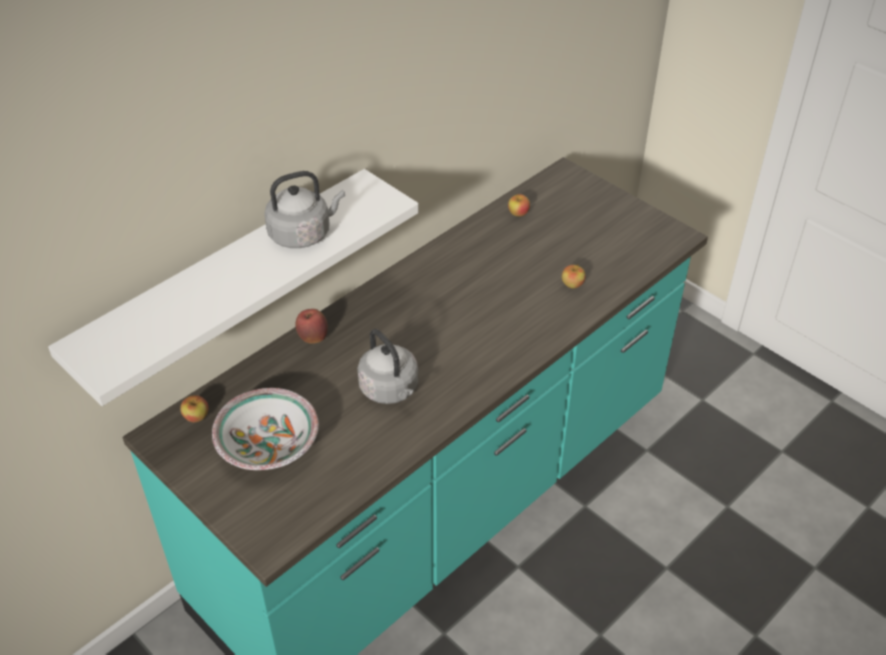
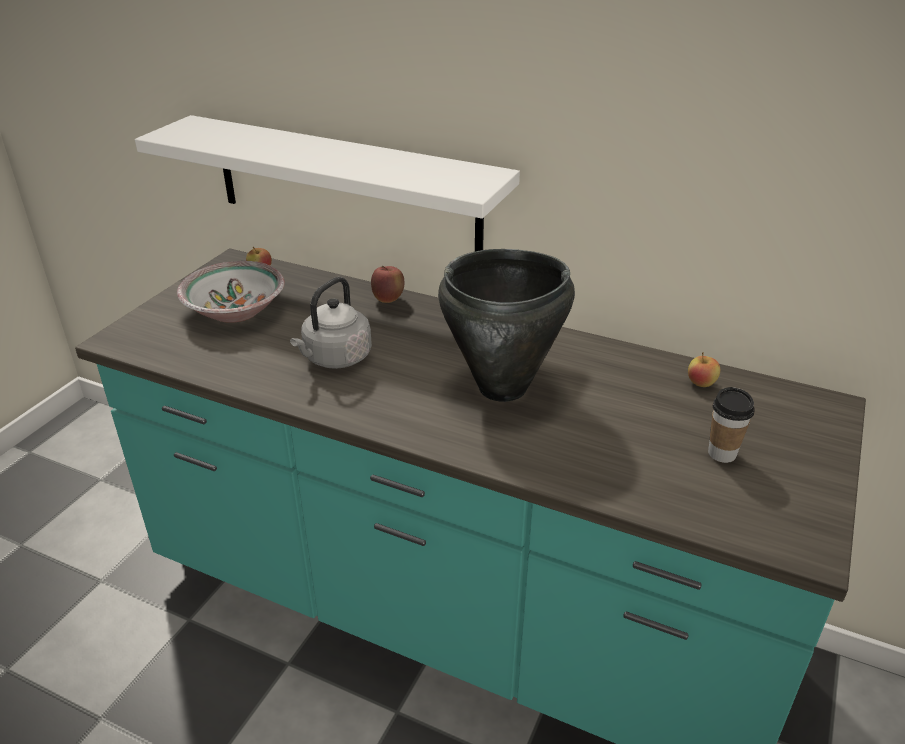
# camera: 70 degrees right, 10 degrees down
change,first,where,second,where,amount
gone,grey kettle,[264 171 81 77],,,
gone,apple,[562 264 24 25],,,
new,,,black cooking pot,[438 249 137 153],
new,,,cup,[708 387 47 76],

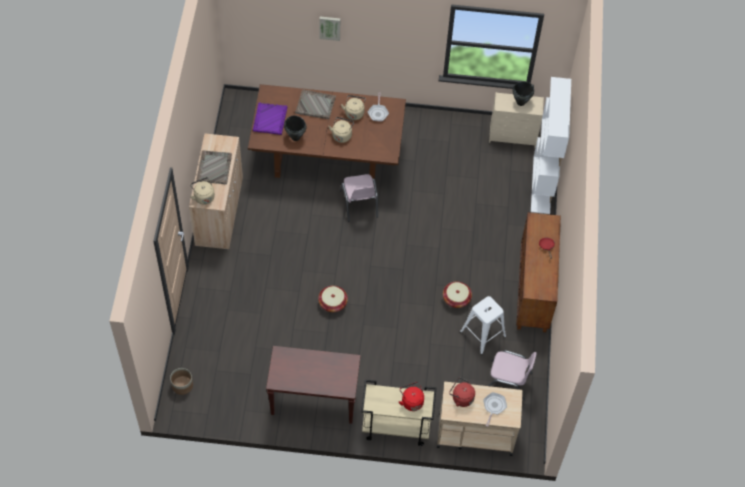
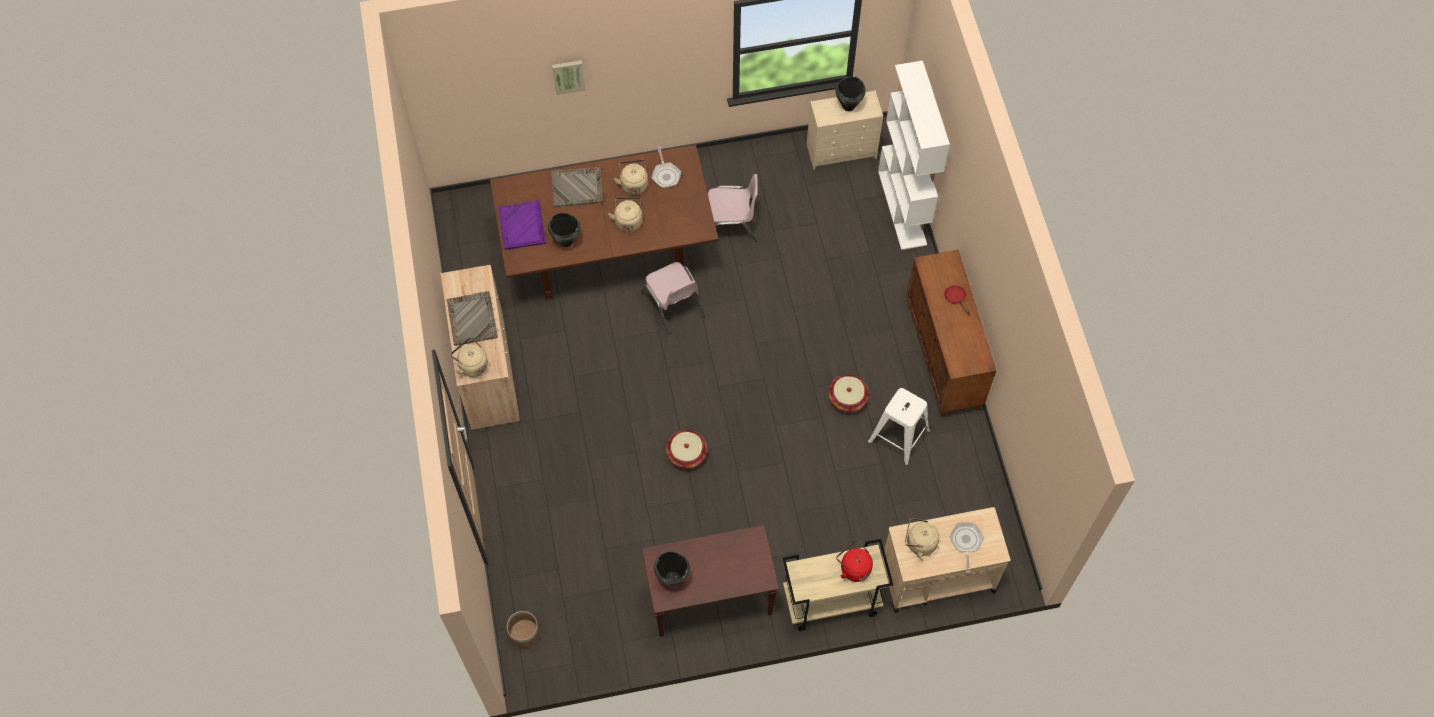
# camera: 15 degrees left, 5 degrees up
change,first,where,second,where,amount
repainted,red kettle,[449 378 26 29],beige kettle,[905 518 34 40],
shifted,pink chair,[487 350 50 51],,[708 174 50 68],
new,,,black cooking pot,[654 551 36 35],

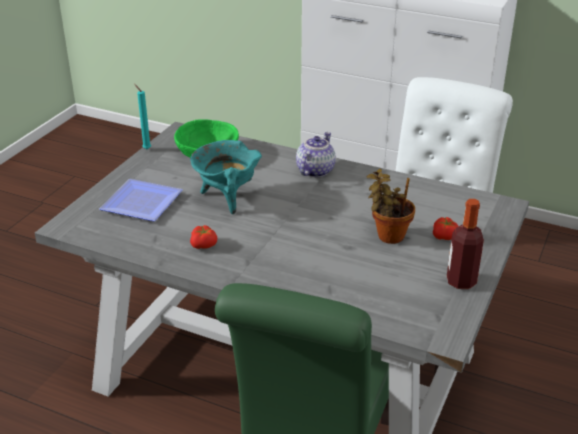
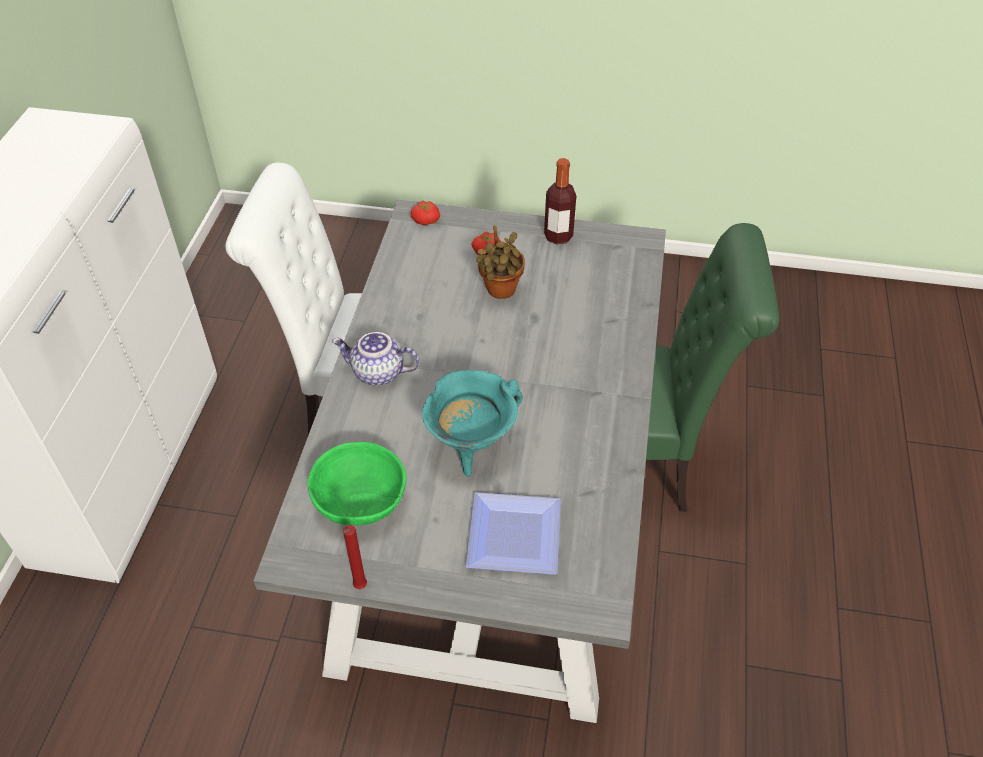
# camera: 105 degrees left, 15 degrees up
change,first,where,second,where,amount
repainted,turquoise candle,[135 84 16 65],red candle,[342 525 25 64],
shifted,tomato,[190 225 27 24],,[410 201 30 24],

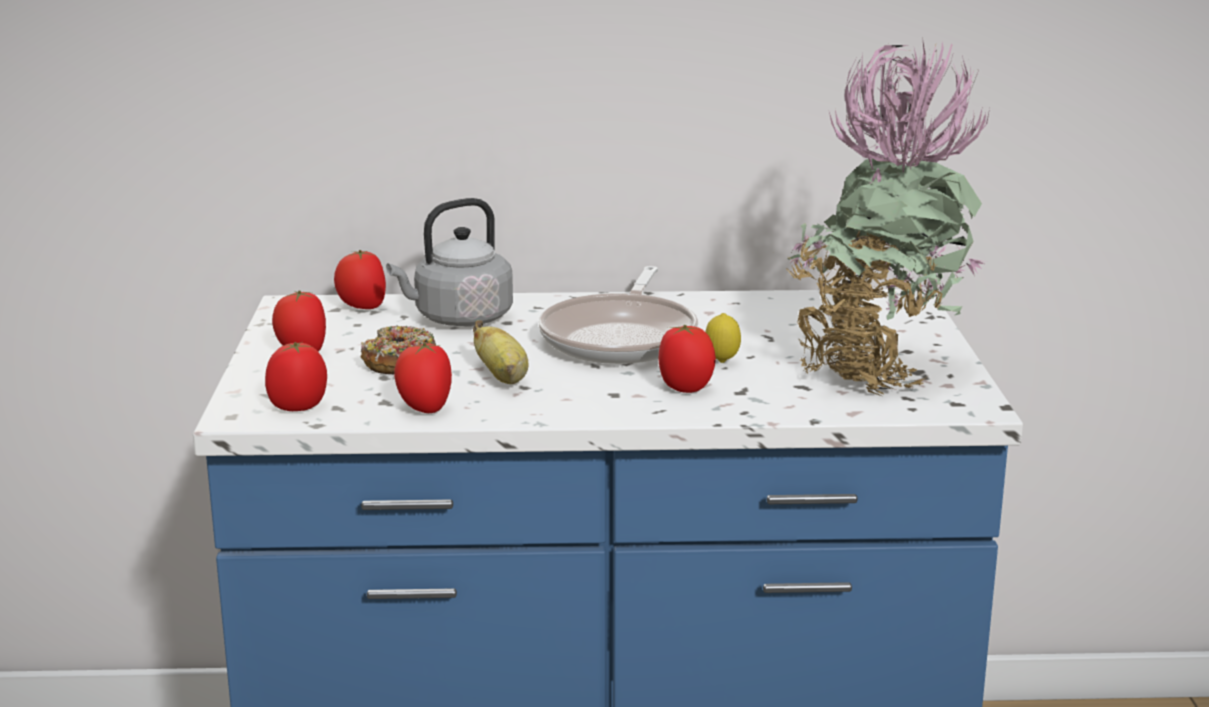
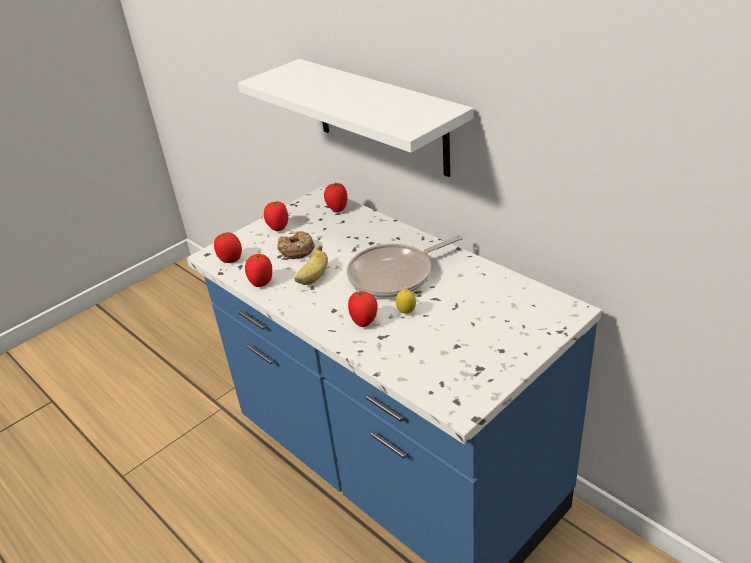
# camera: 50 degrees right, 15 degrees up
change,first,where,second,where,amount
gone,grey kettle,[386 198 127 128],,,
gone,potted plant,[787 42 203 354],,,
new,,,white shelf,[238 59 235 118],

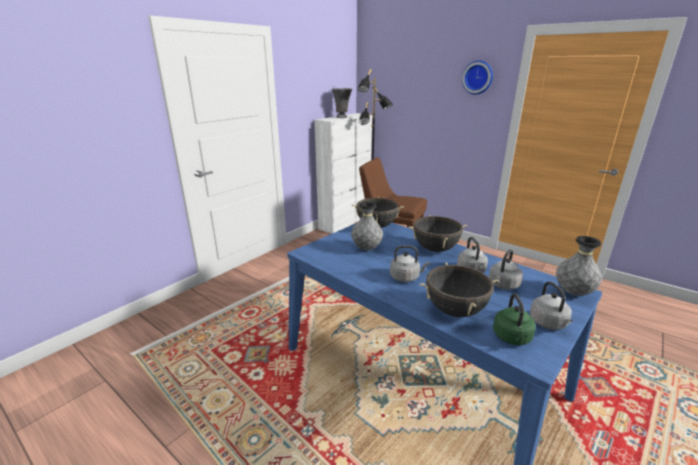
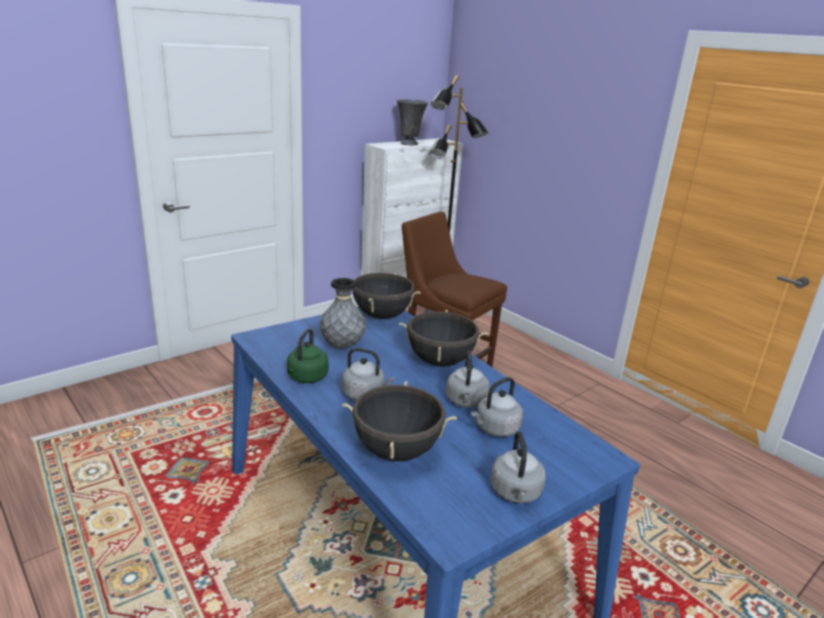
# camera: 10 degrees right, 0 degrees up
change,first,where,second,where,amount
gone,wall clock,[462 60 31 35],,,
shifted,green kettle,[493 293 43 52],,[287 328 41 55],
gone,grey vase,[556 236 46 60],,,

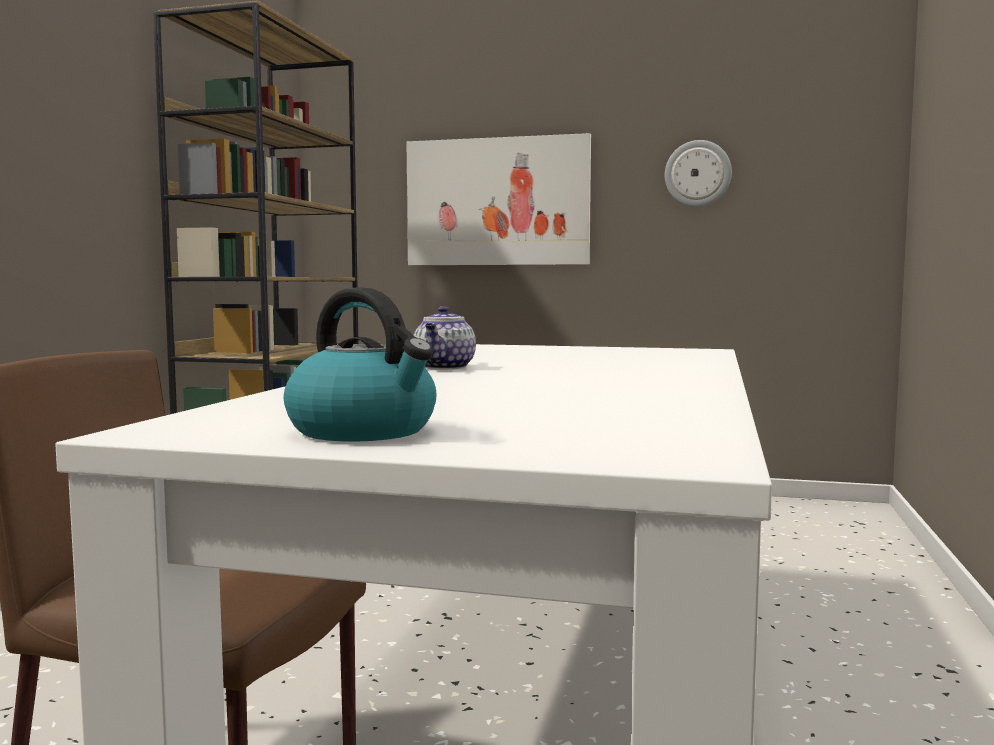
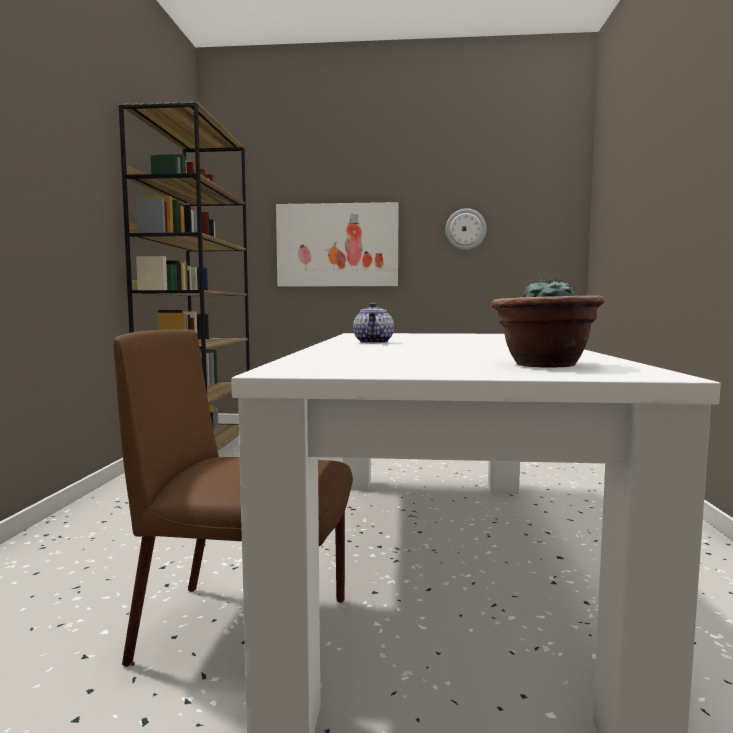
# camera: 10 degrees left, 0 degrees up
change,first,where,second,where,amount
gone,kettle,[284 287 153 155],,,
new,,,potted plant,[491 278 114 90],

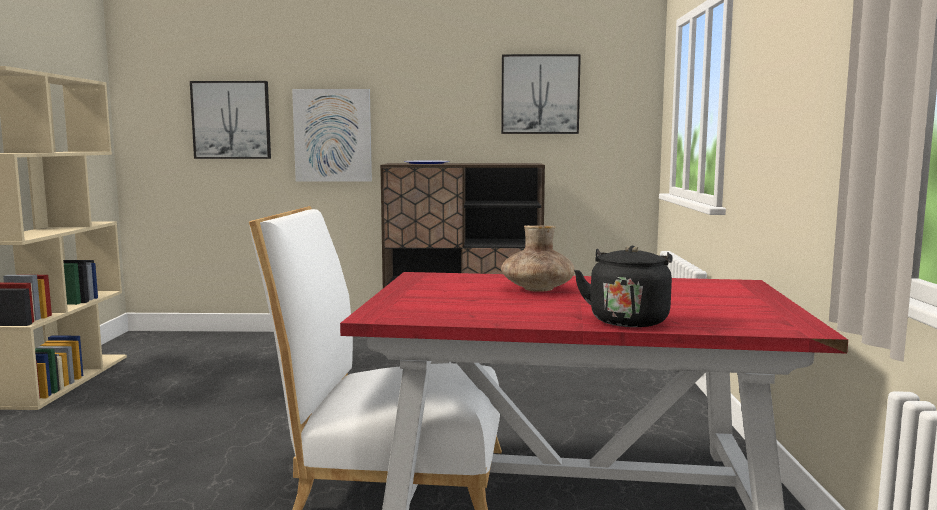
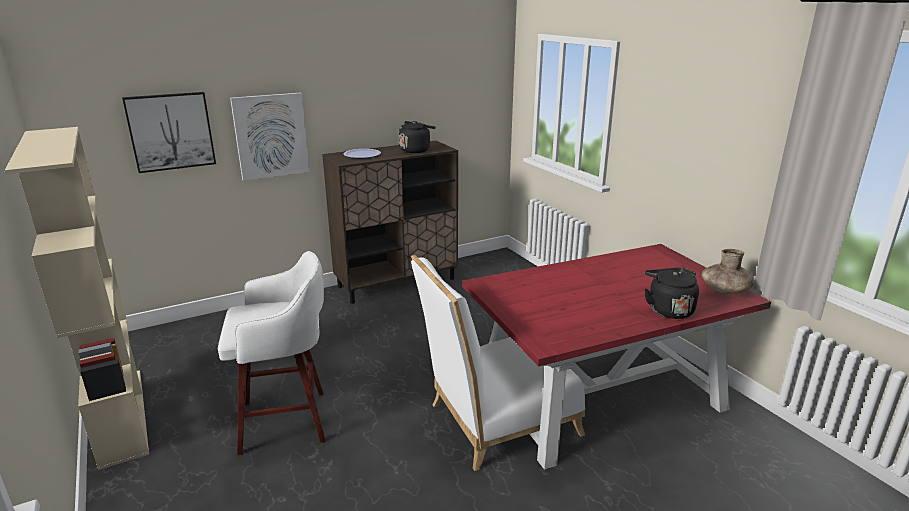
# camera: 30 degrees left, 15 degrees up
change,first,where,second,where,amount
gone,picture,[501 54 80 80],,,
shifted,brown vase,[501 225 74 67],,[702 249 52 45],
new,,,white stool,[218 251 108 204],
new,,,black kettle,[399 121 37 32],

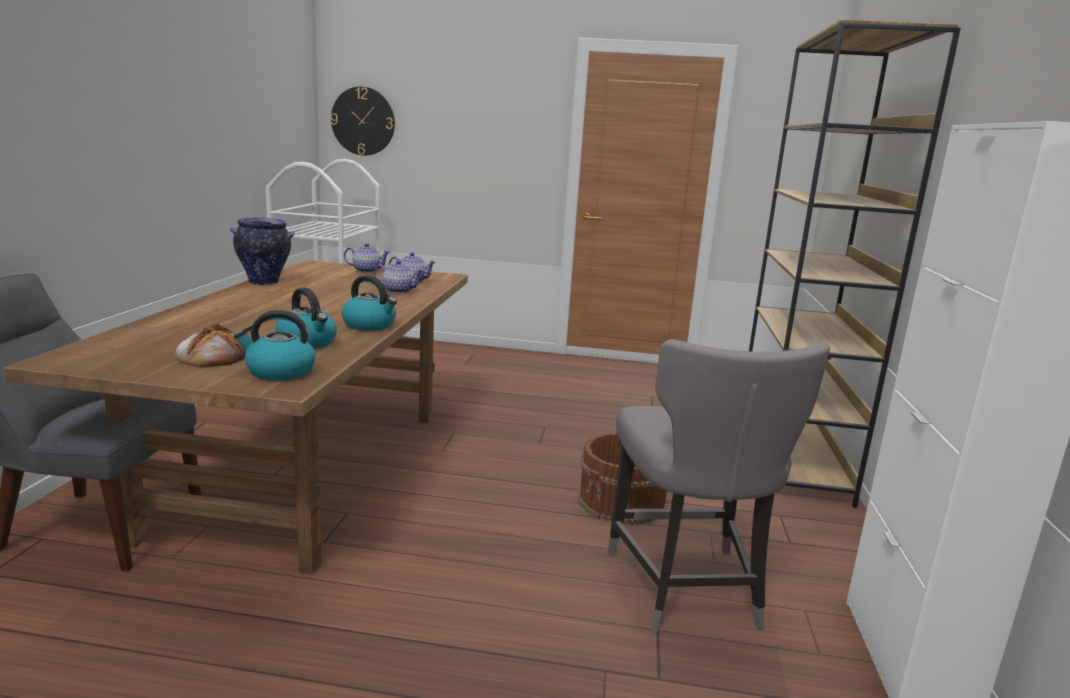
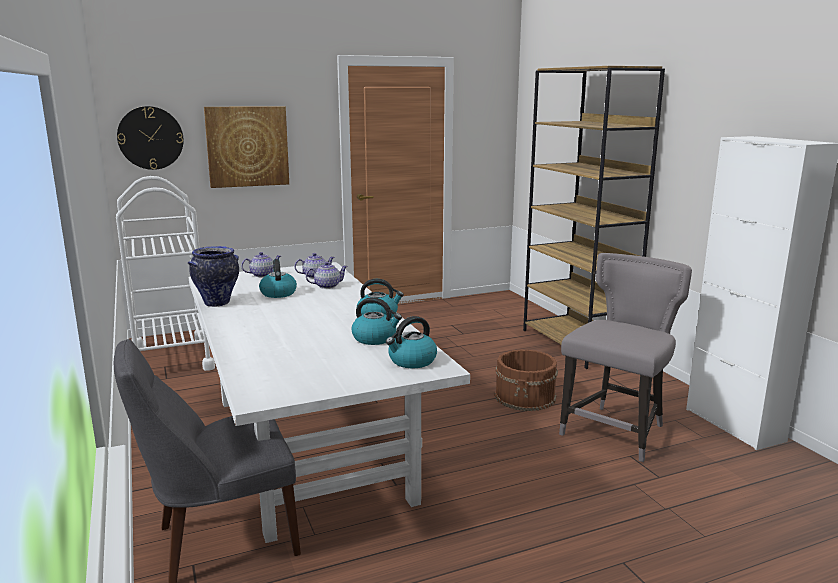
# camera: 30 degrees left, 0 degrees up
change,first,where,second,where,amount
repainted,brown dining table,[4 260 464 314],white dining table,[189 262 281 281],
gone,bread,[175 324 71 43],,,
rotated,grey chair,[608 339 222 293],,[559 253 133 209],105 degrees counterclockwise
new,,,picture,[204 106 85 82],
new,,,kettle,[259 259 38 39],

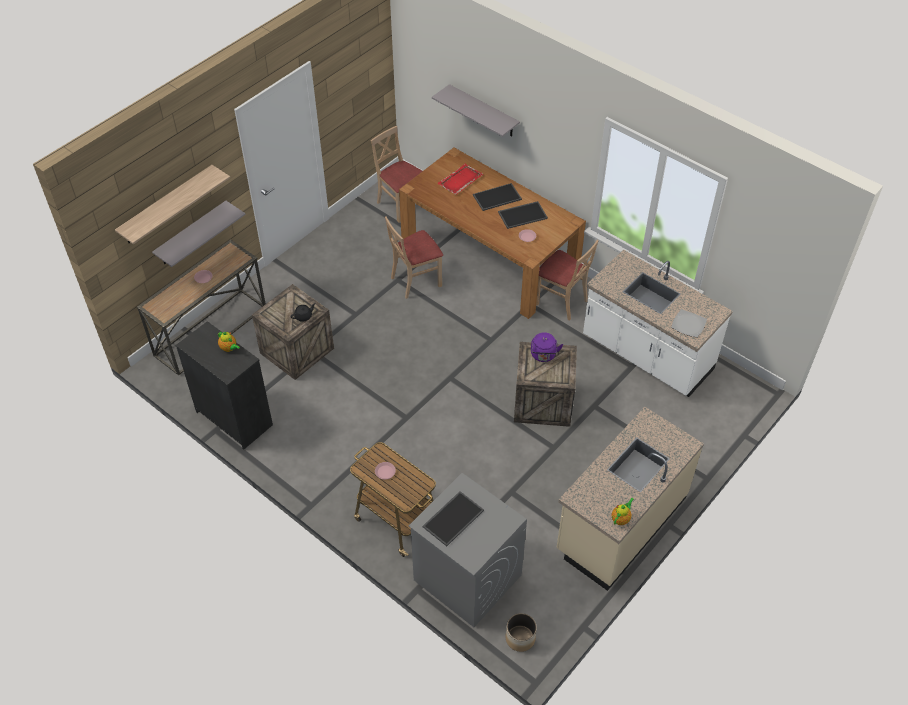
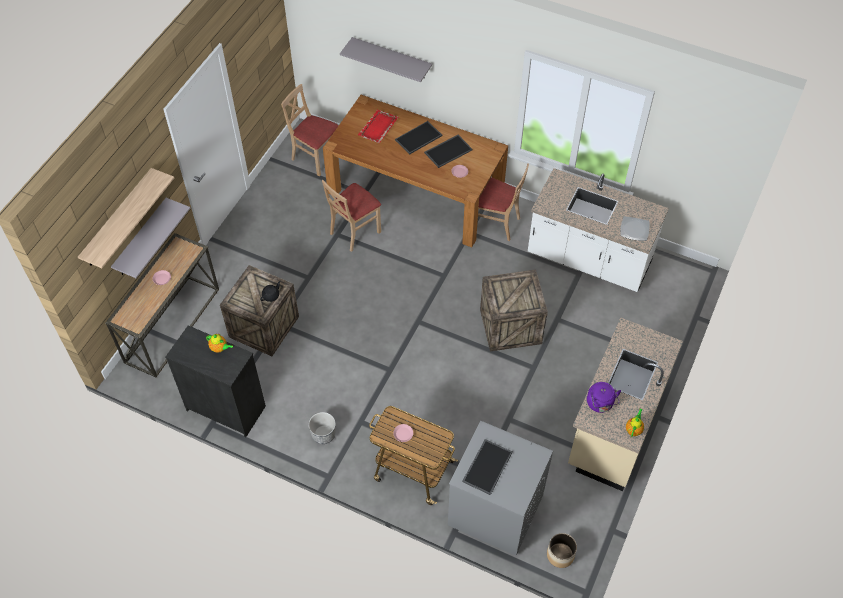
# camera: 15 degrees left, 5 degrees up
change,first,where,second,where,amount
shifted,purple kettle,[531 332 32 30],,[587 382 34 31],
new,,,planter,[308 412 28 32],

